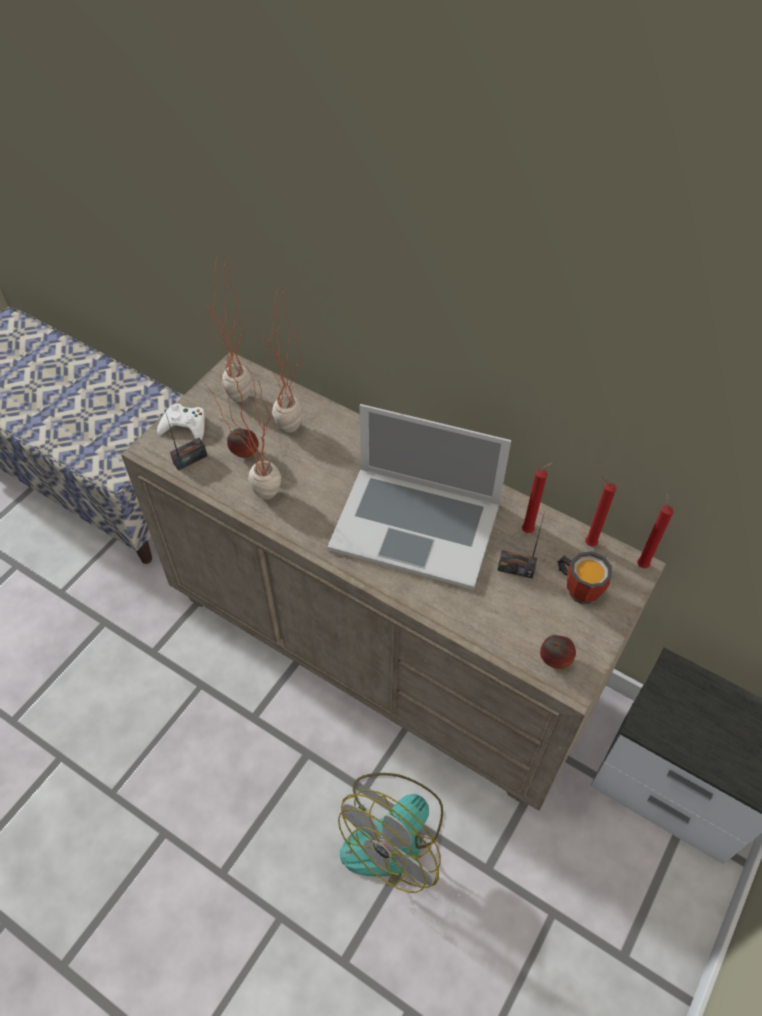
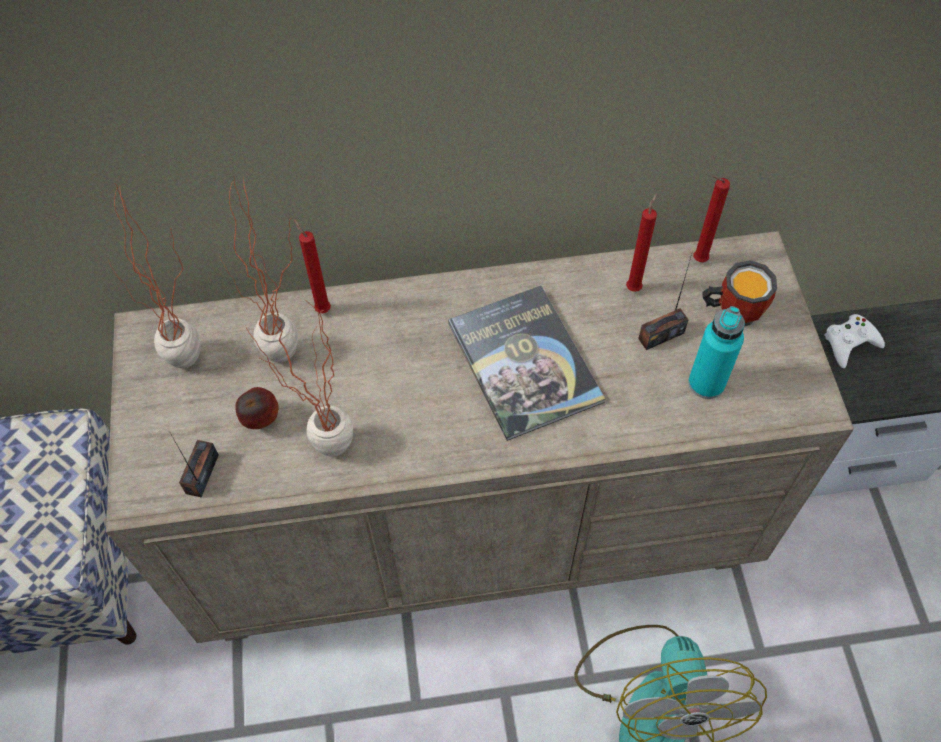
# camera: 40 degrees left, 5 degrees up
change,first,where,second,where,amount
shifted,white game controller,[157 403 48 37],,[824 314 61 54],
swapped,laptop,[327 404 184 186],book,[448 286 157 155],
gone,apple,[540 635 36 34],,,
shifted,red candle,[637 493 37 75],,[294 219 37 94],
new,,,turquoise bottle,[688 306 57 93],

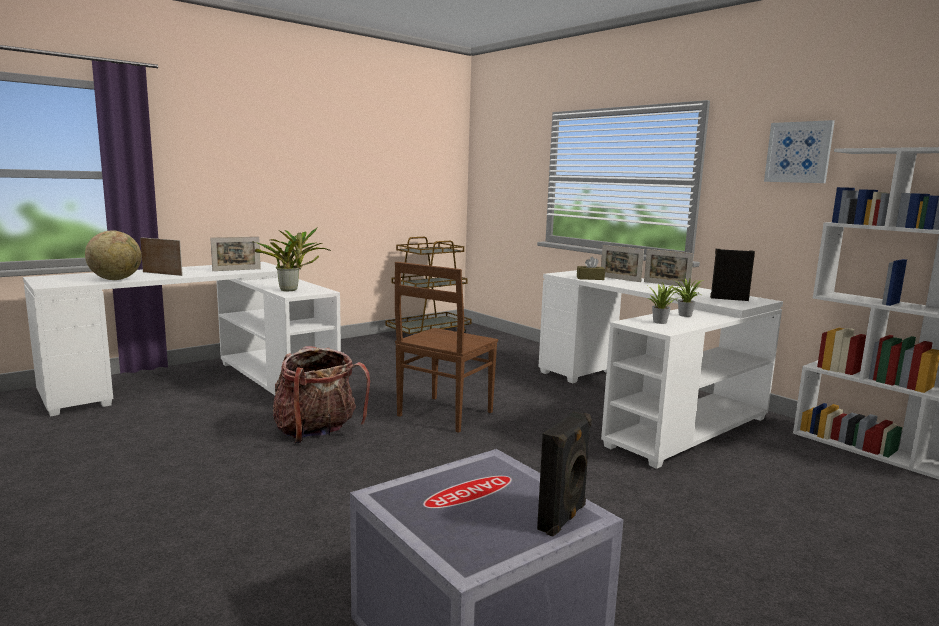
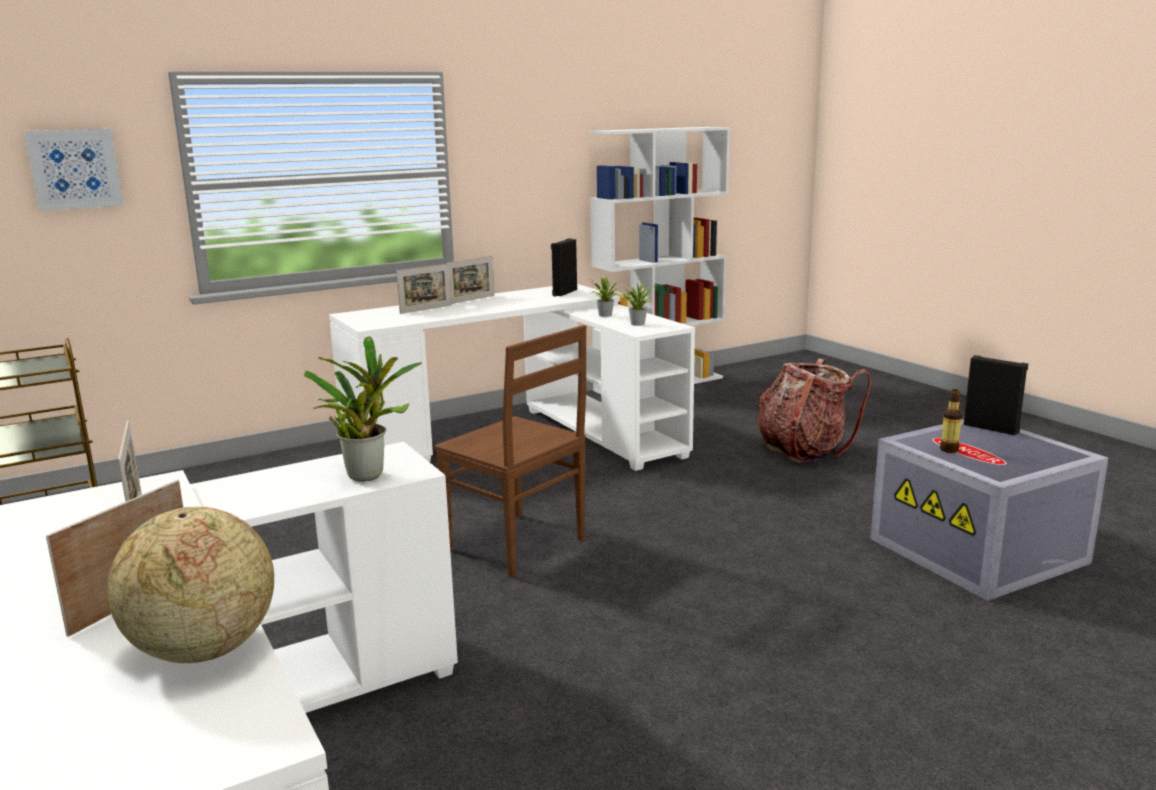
# camera: 80 degrees left, 5 degrees up
change,first,where,second,where,amount
shifted,backpack,[273 346 97 98],,[758 359 113 103],
gone,brown tissue box,[577 257 28 23],,,
shifted,picture,[764 120 71 63],,[24 129 100 82],
new,,,bottle,[940 389 22 64],

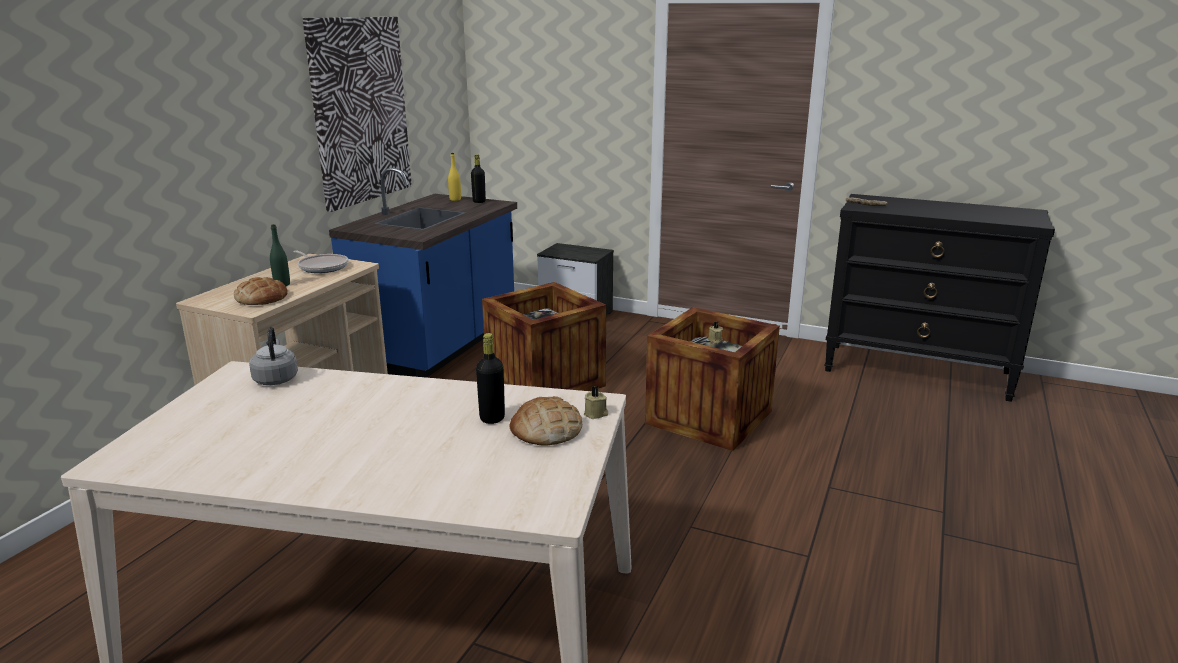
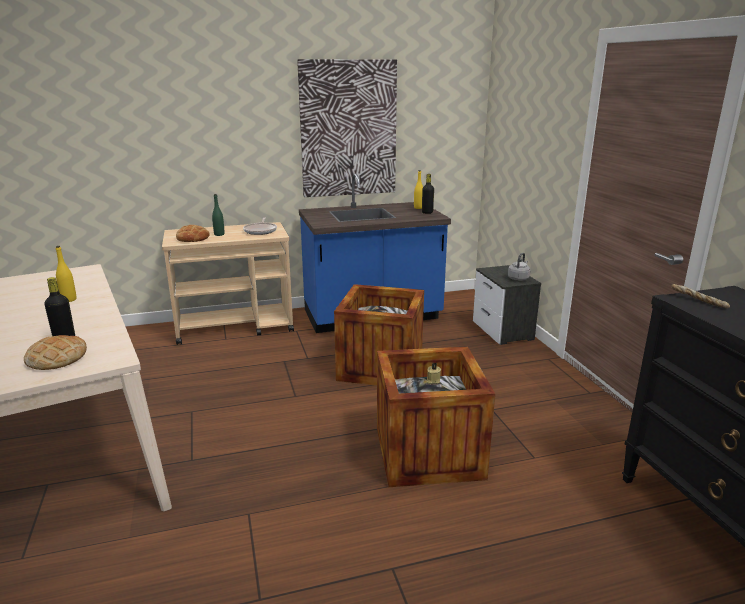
# camera: 50 degrees right, 0 degrees up
change,first,where,second,where,amount
shifted,grey kettle,[249 327 49 58],,[508 253 22 28],
gone,beige candle,[584 386 24 33],,,
new,,,yellow bottle,[56 246 20 56],

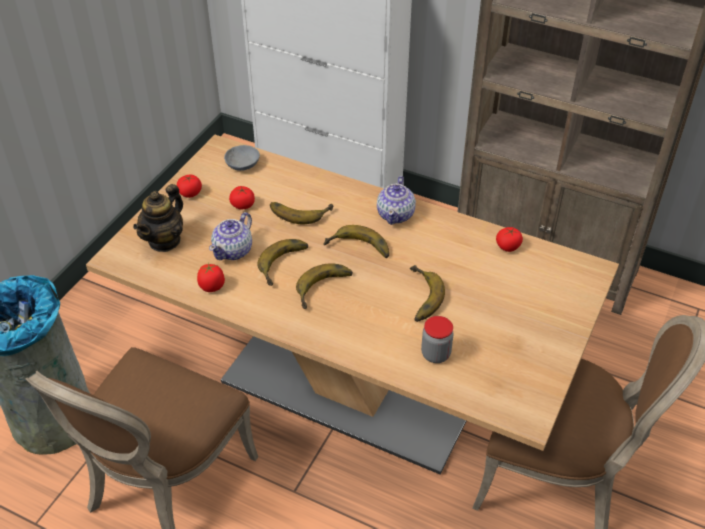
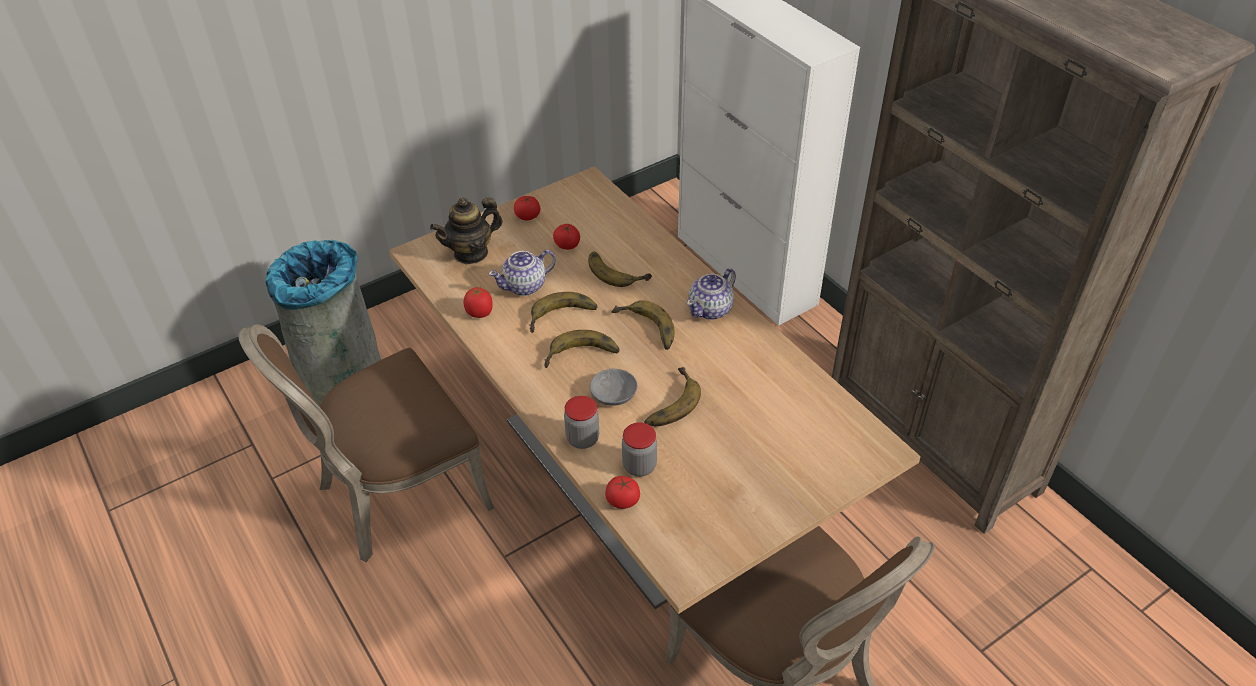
# camera: 30 degrees right, 0 degrees up
change,first,where,second,where,amount
shifted,grey bowl,[224 145 36 26],,[590 369 47 36],
shifted,tomato,[496 227 27 25],,[605 476 35 33],
new,,,jar,[564 396 35 53],

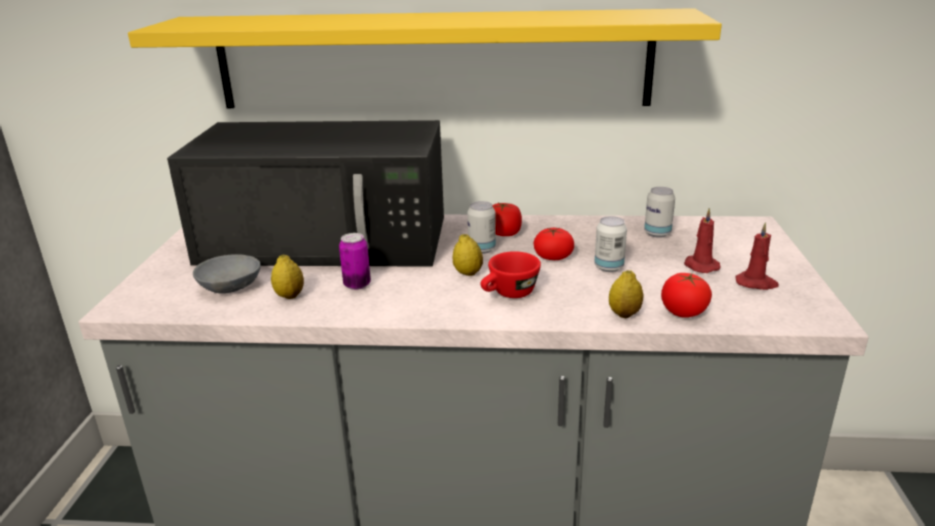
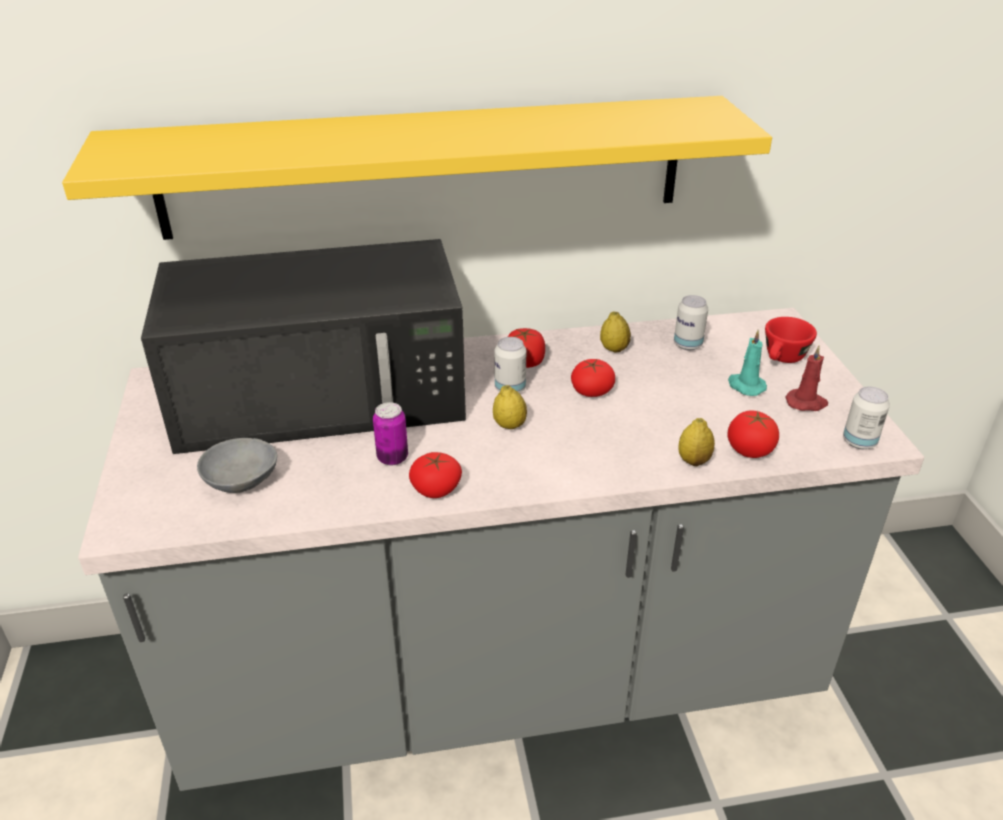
# camera: 15 degrees left, 10 degrees up
change,first,where,second,where,amount
shifted,lemon,[271 255 33 44],,[600 312 31 41],
shifted,red cup,[480 251 61 47],,[765 317 52 46],
shifted,can,[594 216 33 56],,[843 386 47 63],
repainted,red candle,[684 208 37 65],turquoise candle,[728 330 39 66],
new,,,tomato,[409 452 53 46],

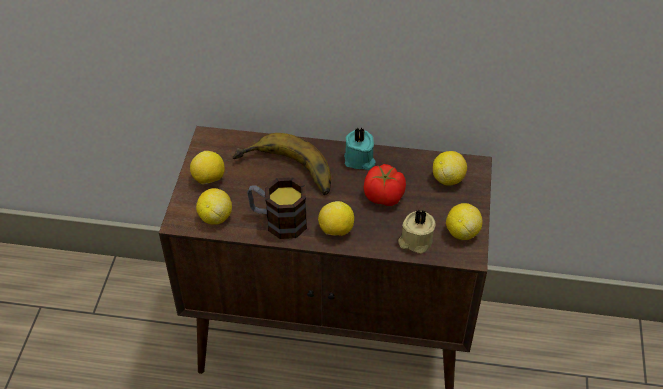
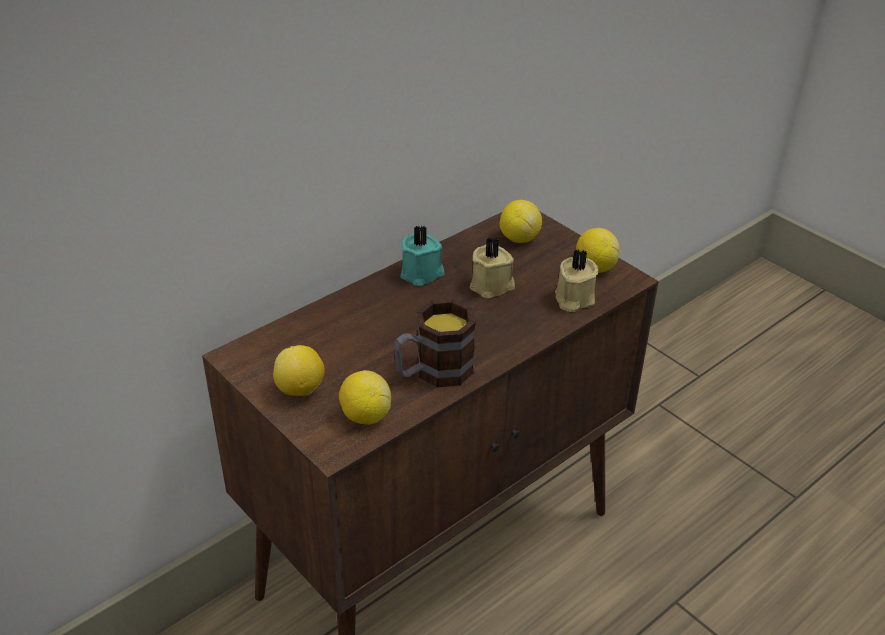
# camera: 50 degrees left, 10 degrees down
change,first,where,second,where,amount
gone,banana,[232 133 99 62],,,
gone,lemon,[318 201 36 35],,,
swapped,tomato,[364 164 42 42],beige candle,[470 237 45 62],

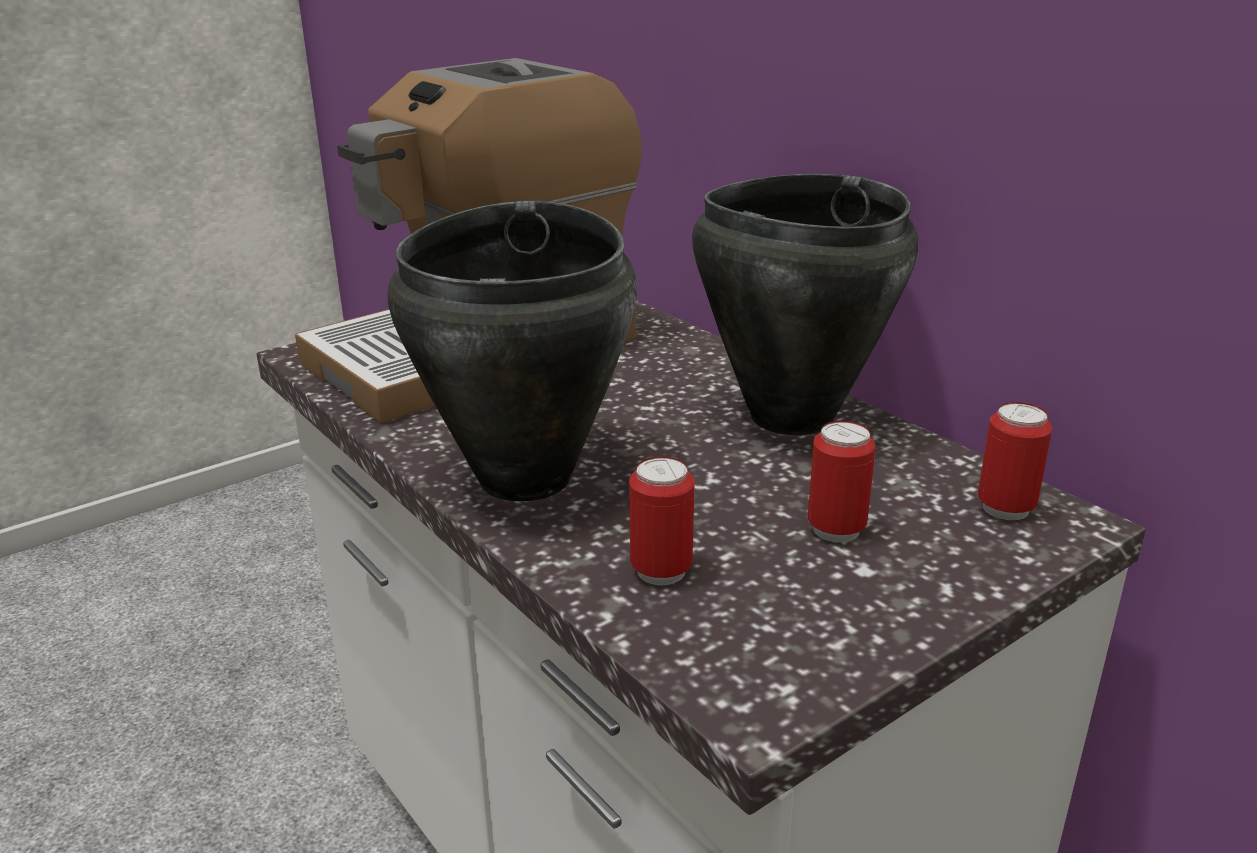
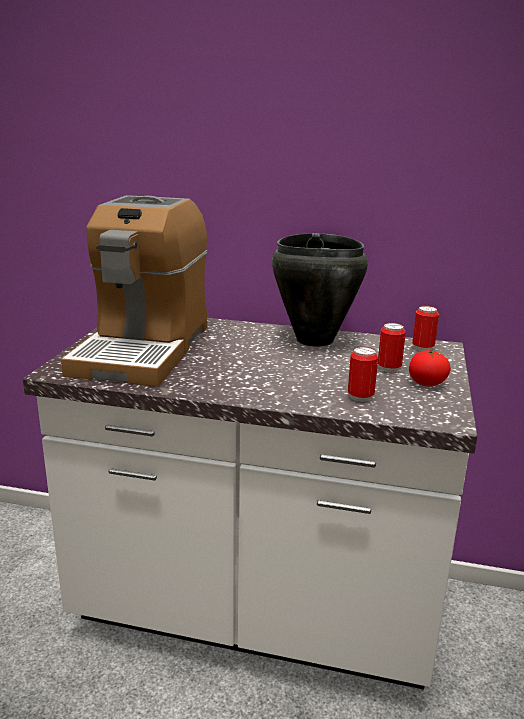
# camera: 40 degrees left, 5 degrees down
change,first,where,second,where,amount
gone,black cooking pot,[388 200 249 301],,,
new,,,tomato,[409 350 42 36],

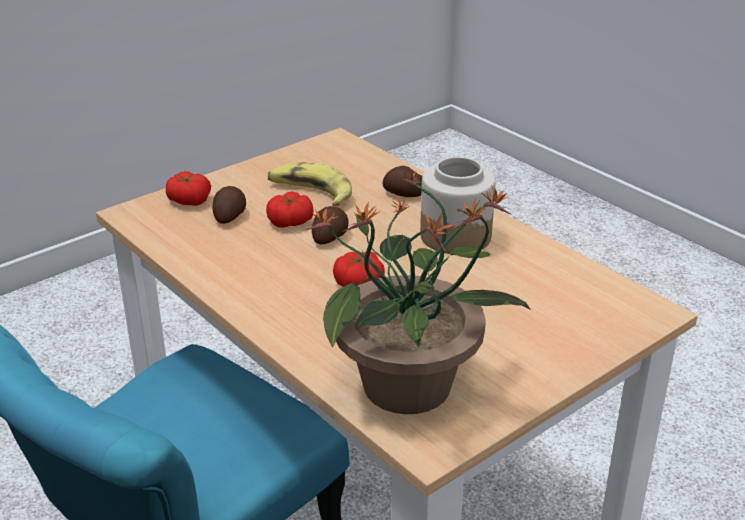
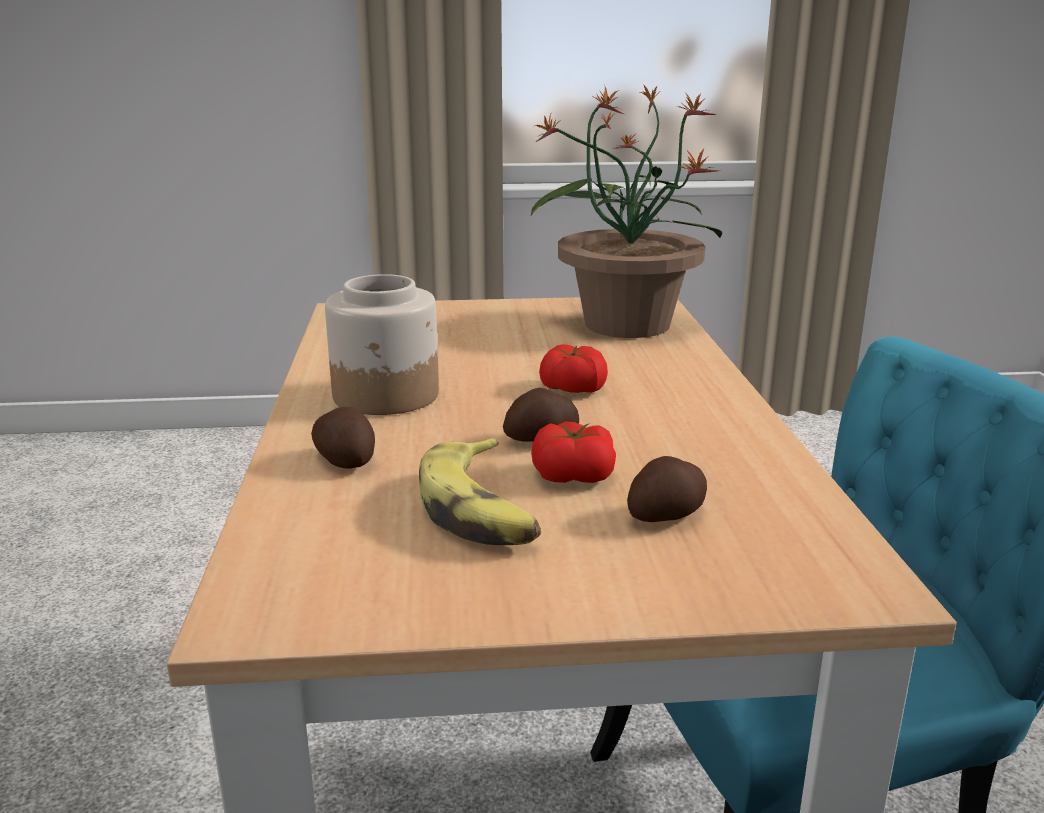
# camera: 145 degrees left, 10 degrees down
change,first,where,second,where,amount
gone,tomato,[166 171 45 35],,,

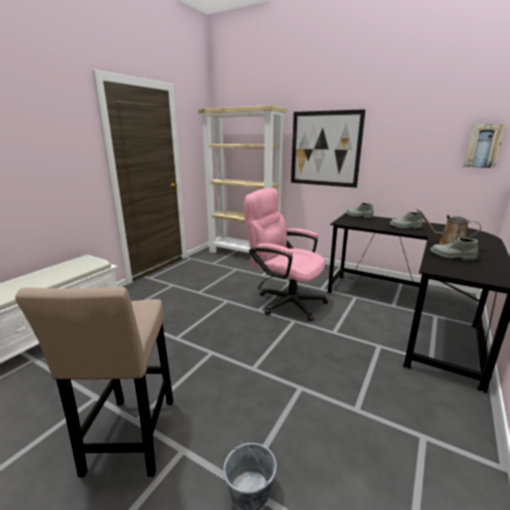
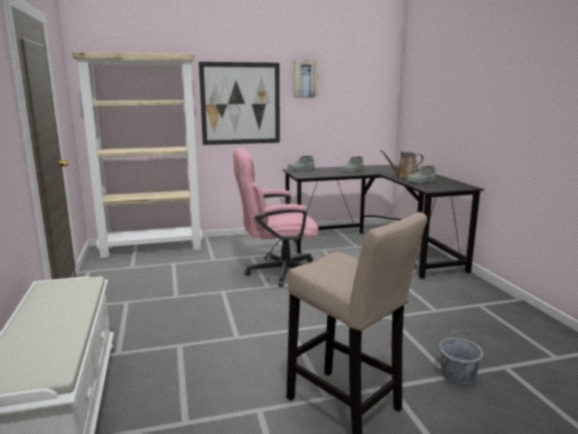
# camera: 45 degrees left, 5 degrees down
change,first,where,second,where,amount
shifted,picture,[463 124 43 44],,[294 60 24 38],

